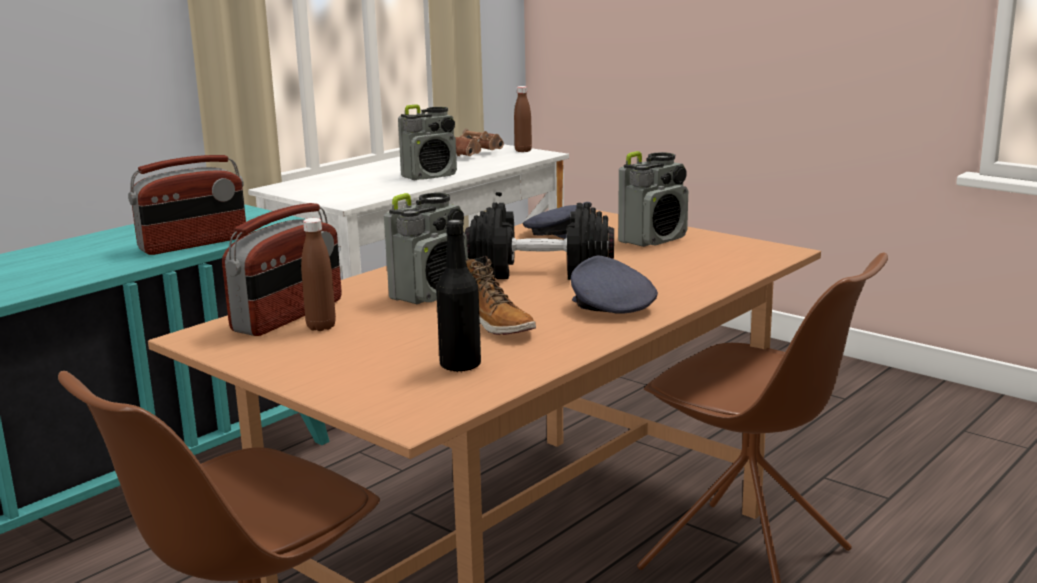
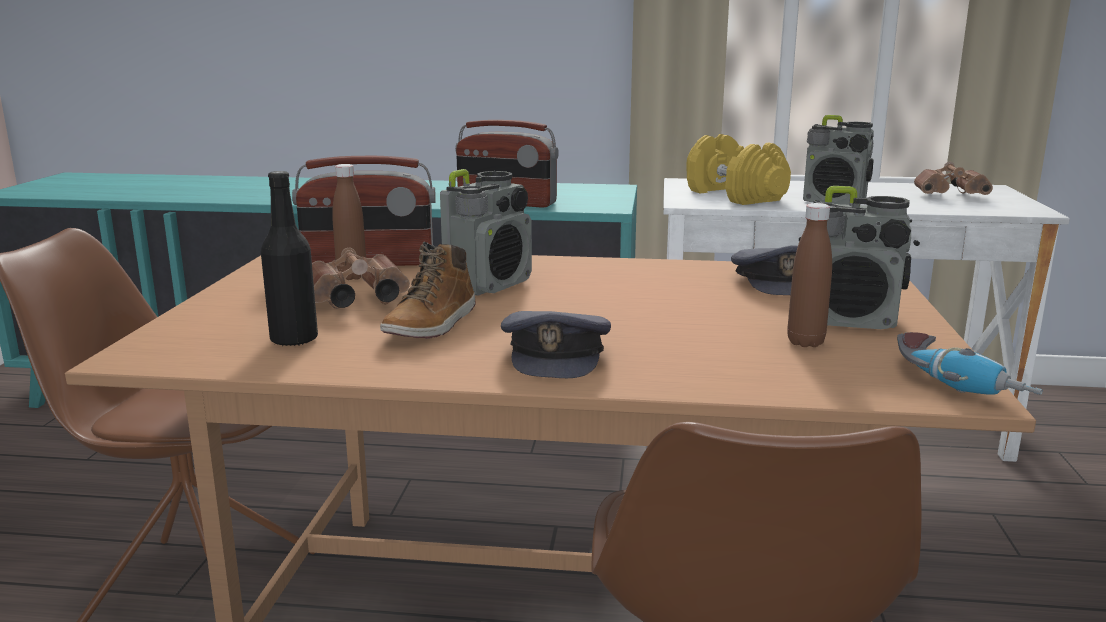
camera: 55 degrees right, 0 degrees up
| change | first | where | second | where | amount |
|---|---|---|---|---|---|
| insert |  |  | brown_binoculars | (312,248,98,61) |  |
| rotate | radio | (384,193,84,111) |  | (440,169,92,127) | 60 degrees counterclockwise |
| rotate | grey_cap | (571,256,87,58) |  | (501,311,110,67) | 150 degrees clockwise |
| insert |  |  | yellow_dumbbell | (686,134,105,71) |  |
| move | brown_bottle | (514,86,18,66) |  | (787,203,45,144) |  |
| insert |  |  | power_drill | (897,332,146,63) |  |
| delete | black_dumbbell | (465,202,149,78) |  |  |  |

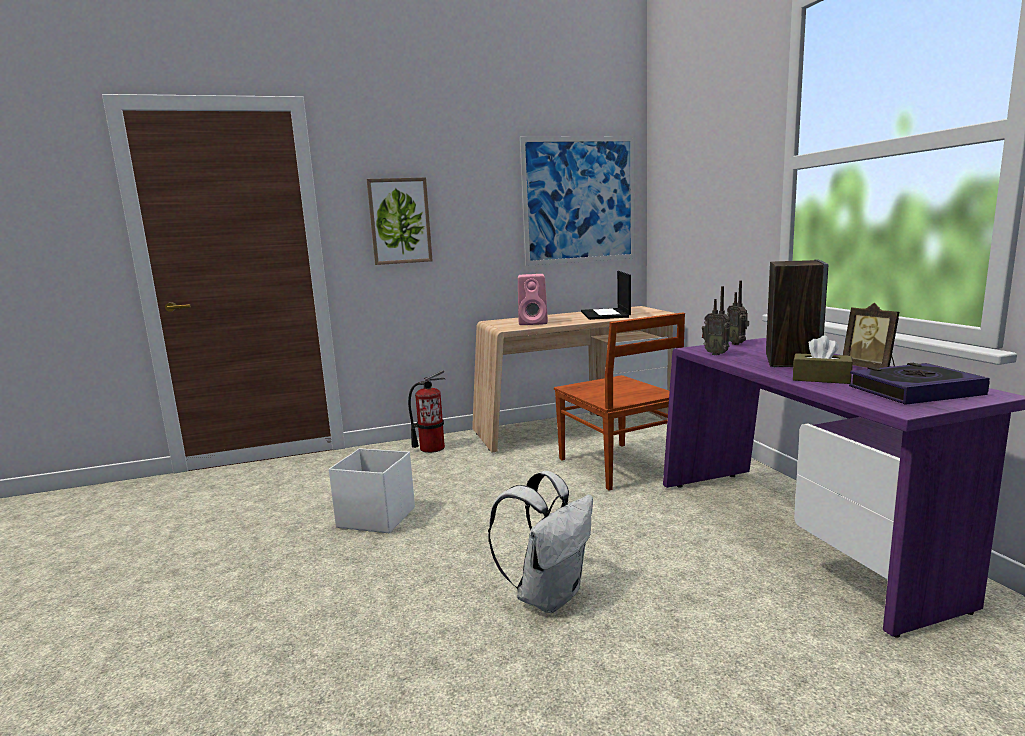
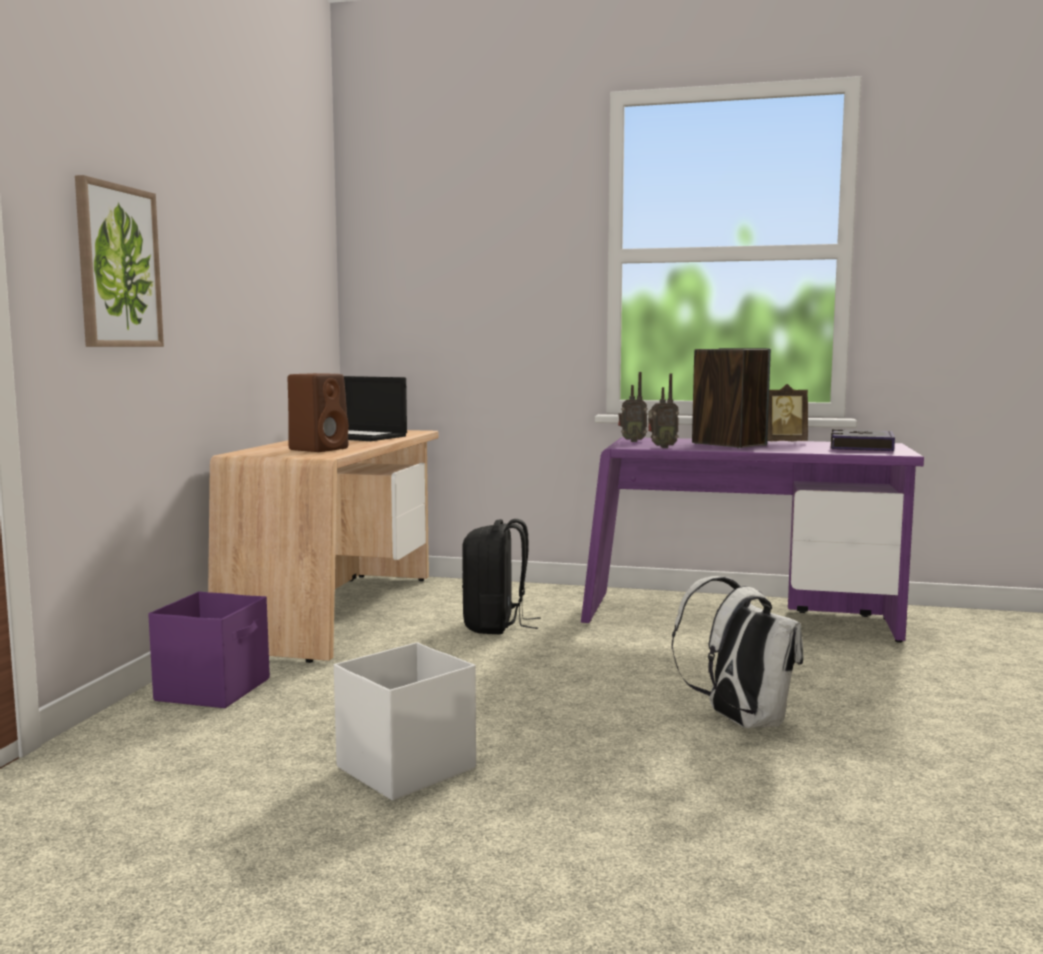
camera: 60 degrees left, 5 degrees down
| change | first | where | second | where | amount |
|---|---|---|---|---|---|
| replace | fire_extinguisher | (408,370,37,83) | purple_storage_box | (148,592,122,116) |  |
| recolor | pink_speaker | (518,274,30,51) | brown_speaker | (288,373,61,79) |  |
| replace | brown_chair | (554,312,131,179) | black_backpack | (462,519,79,115) |  |
| delete | picture | (520,136,115,130) |  |  |  |
| delete | brown_tissue_box | (793,336,59,48) |  |  |  |

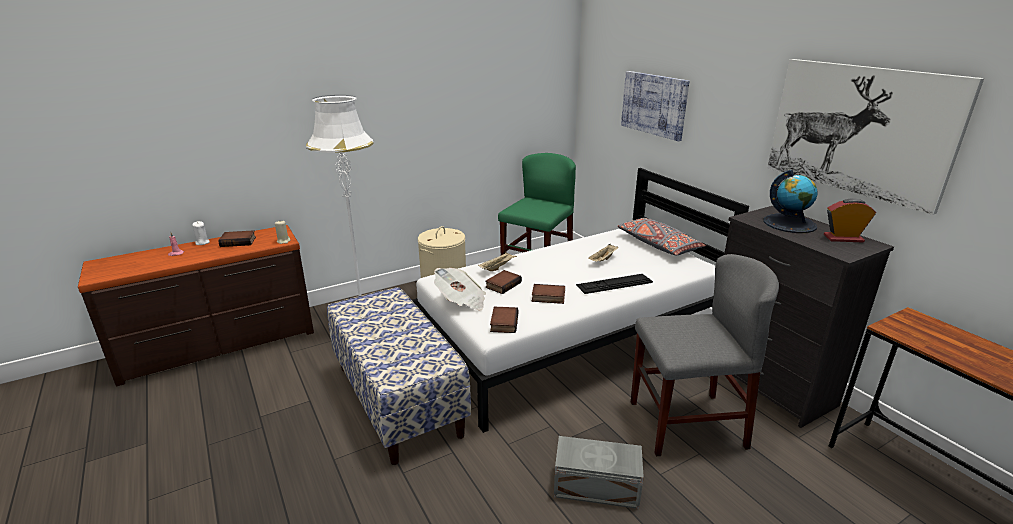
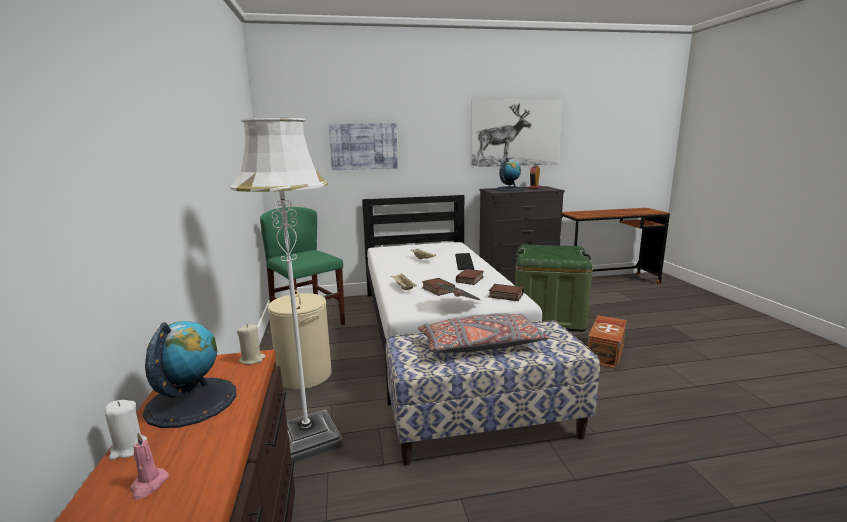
camera: 70 degrees left, 10 degrees down
| change | first | where | second | where | amount |
|---|---|---|---|---|---|
| replace | book | (218,230,38,17) | globe | (143,321,93,107) |  |
| move | grey_pillow | (617,218,89,37) |  | (418,313,131,40) |  |
| replace | grey_chair | (631,254,148,202) | green_storage_box | (515,244,78,88) |  |
| recolor | grey_storage_box | (554,436,90,73) | brown_storage_box | (587,315,40,54) |  |

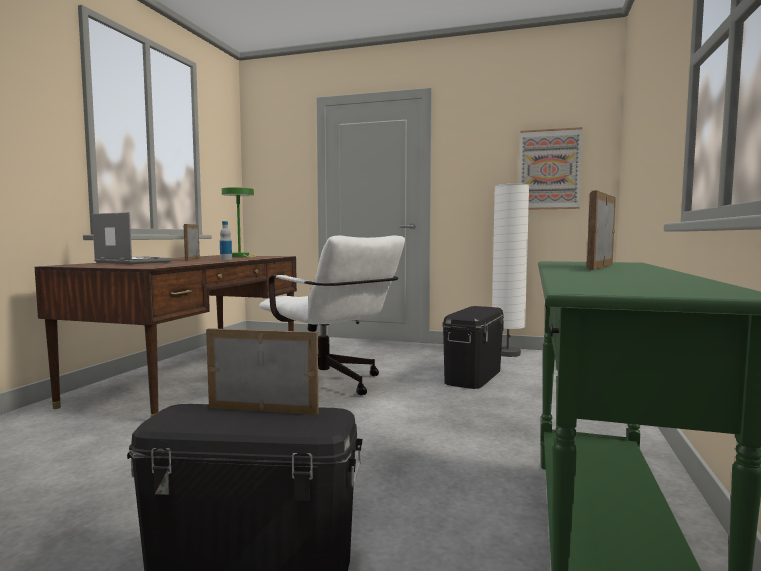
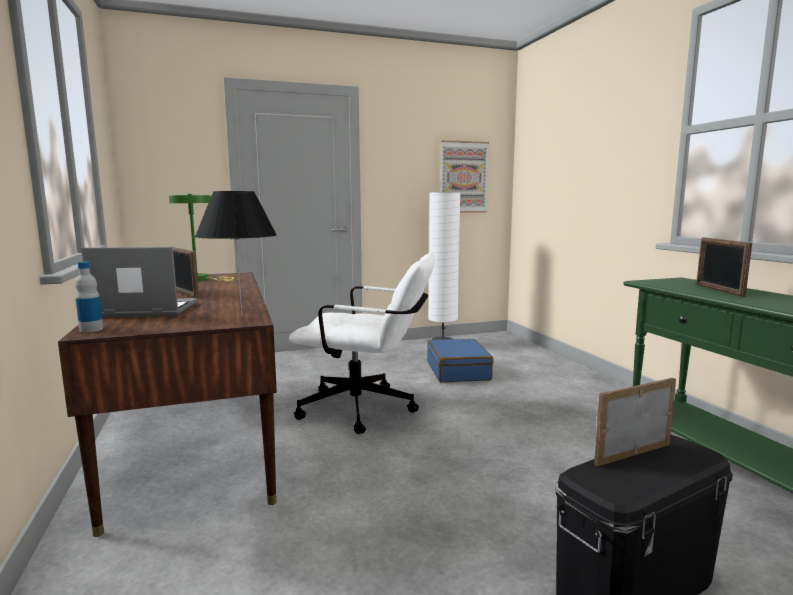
camera: 35 degrees left, 5 degrees up
| change | first | where | second | where | amount |
|---|---|---|---|---|---|
| move | bottle | (220,221,12,39) |  | (75,261,28,72) |  |
| insert |  |  | black_table_lamp | (195,191,82,125) |  |
| replace | black_storage_box | (442,306,62,83) | blue_suitcase | (427,339,67,43) |  |

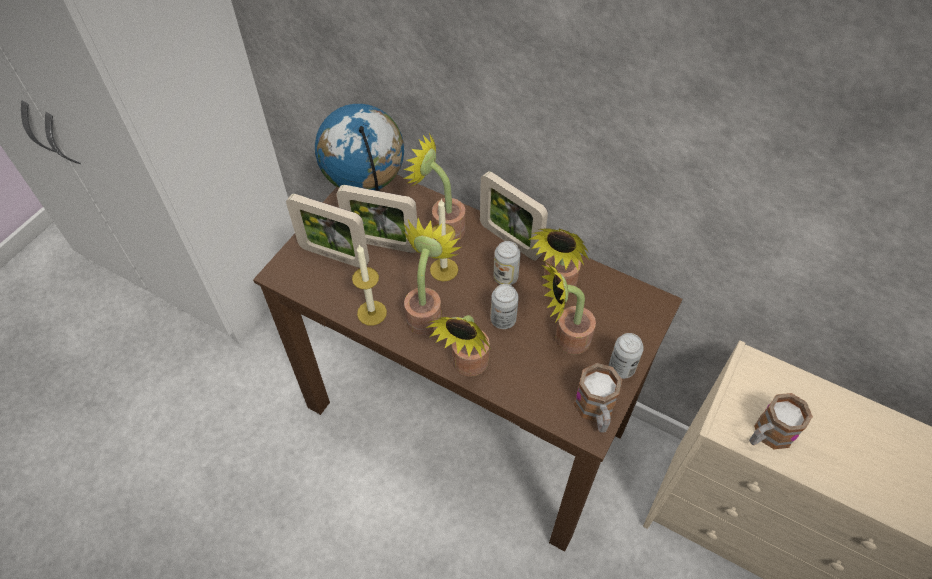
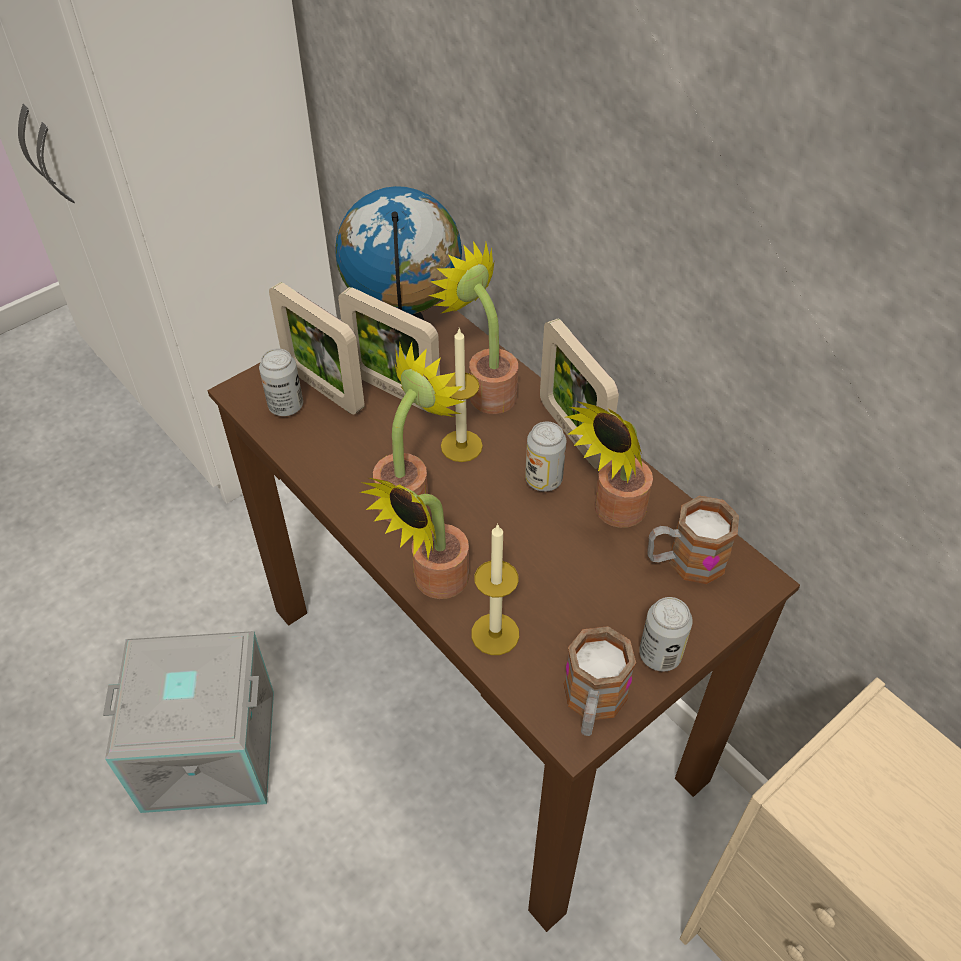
camera: 20 degrees right, 5 degrees down
| change | first | where | second | where | amount |
|---|---|---|---|---|---|
| insert |  |  | grey_storage_box | (103,631,171,182) |  |
| move | can | (491,284,28,45) |  | (259,349,44,67) |  |
| move | candle | (352,245,35,81) |  | (471,523,48,132) |  |
| move | mug | (749,393,64,56) |  | (647,496,92,88) |  |
| delete | potted_plant | (541,261,55,93) |  |  |  |

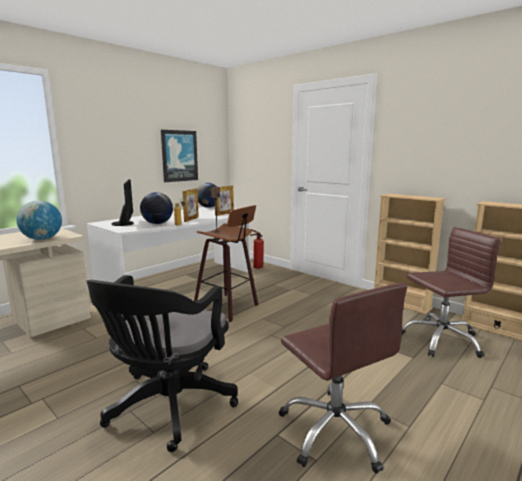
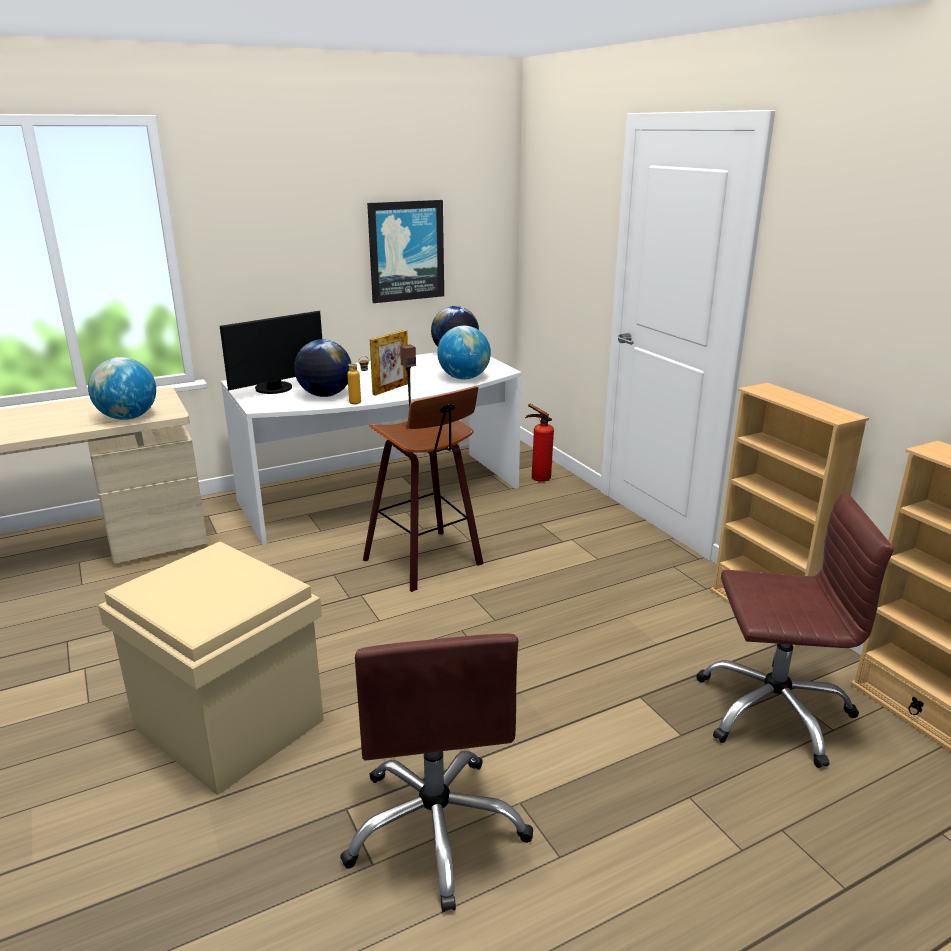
camera: 20 degrees right, 10 degrees up
| change | first | where | second | where | amount |
|---|---|---|---|---|---|
| replace | black_office_chair | (86,275,152,177) | beige_storage_box | (98,541,226,254) |  |
| rotate | monitor | (111,179,23,47) |  | (220,311,102,83) | 45 degrees clockwise |
| replace | picture_frame | (215,186,19,30) | globe | (437,326,54,54) |  |

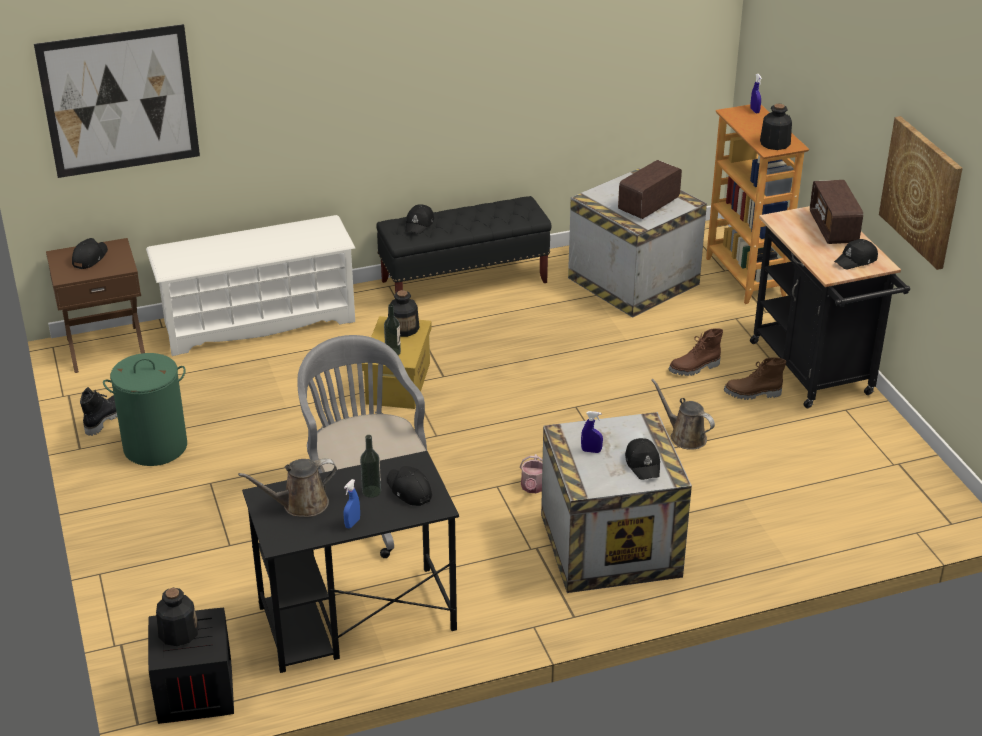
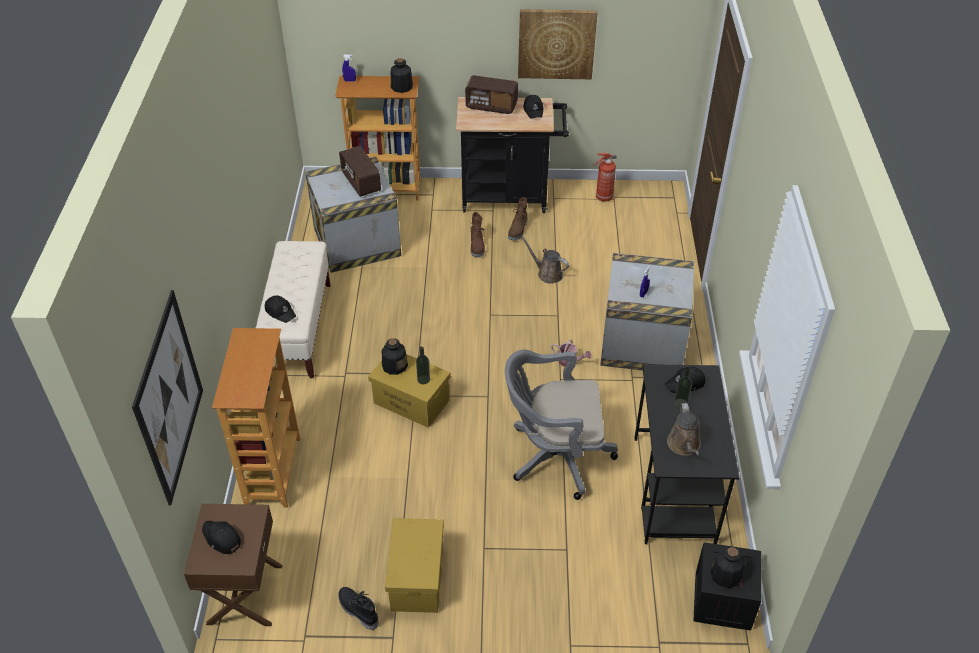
camera: 70 degrees left, 10 degrees up
| change | first | where | second | where | amount |
|---|---|---|---|---|---|
| replace | white_shoe_rack | (146,215,209,141) | bookcase | (212,328,88,180) |  |
| recolor | black_bench | (376,196,176,97) | beige_bench | (256,241,74,137) |  |
| replace | green_laundry_basket | (103,353,84,113) | yellow_storage_box | (385,518,59,95) |  |
| rotate | brown_watering_can | (651,379,64,71) |  | (521,237,48,47) | 60 degrees clockwise |
| insert |  |  | fire_extinguisher | (593,153,24,49) |  |
| delete | blue_spray_bottle | (344,479,16,49) |  |  |  |
| delete | black_cap | (625,438,35,42) |  |  |  |

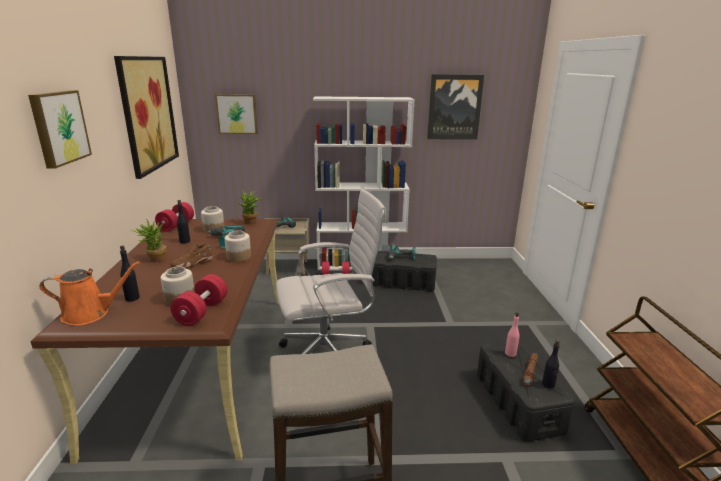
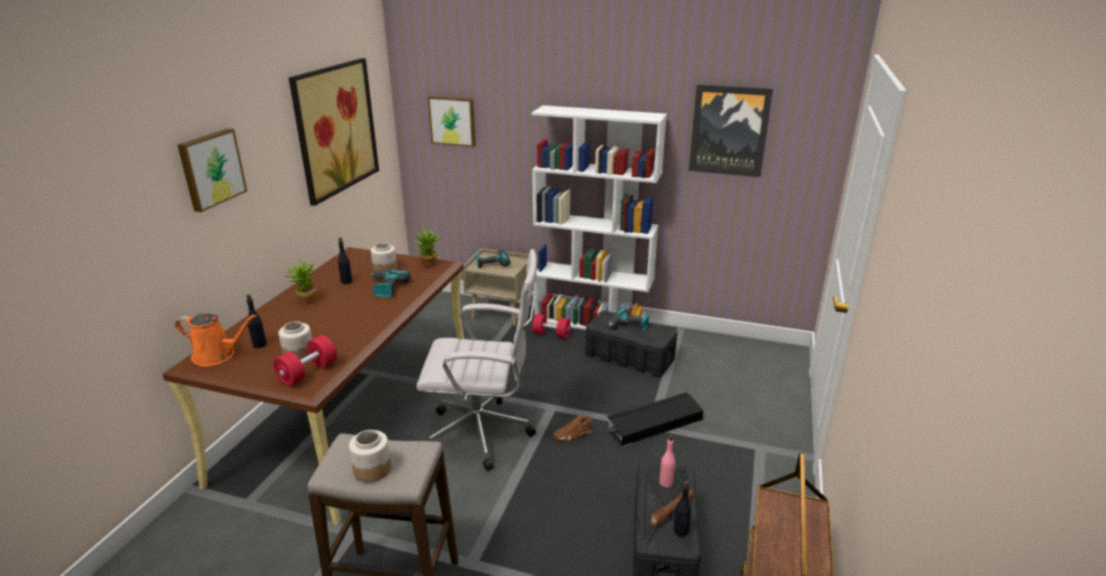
camera: 20 degrees right, 5 degrees up
| change | first | where | second | where | amount |
|---|---|---|---|---|---|
| move | jar | (225,230,26,32) |  | (349,430,42,52) |  |
| move | brown_shoe | (171,242,41,26) |  | (553,415,39,26) |  |
| insert |  |  | black_storage_box | (607,393,96,53) |  |
| delete | red_dumbbell | (155,202,39,30) |  |  |  |

